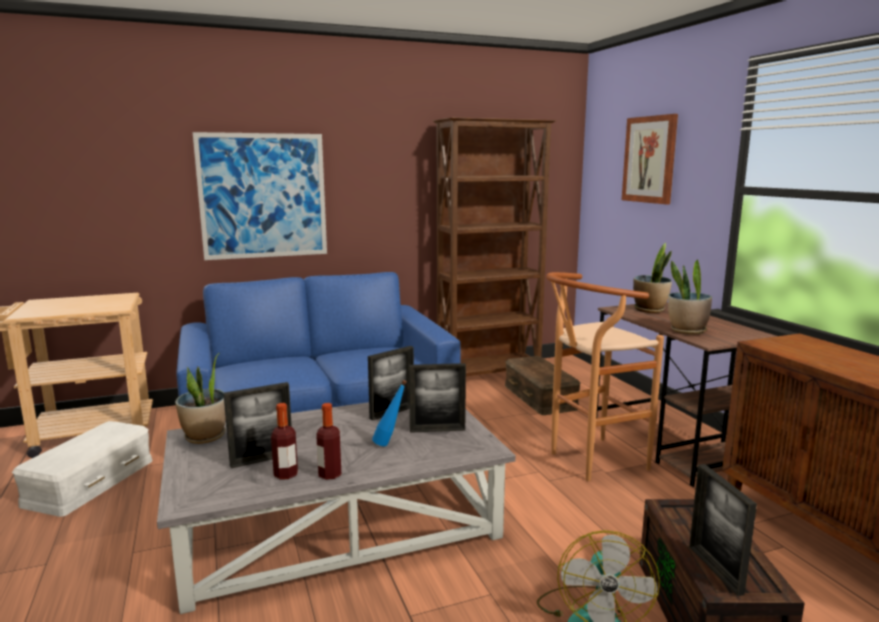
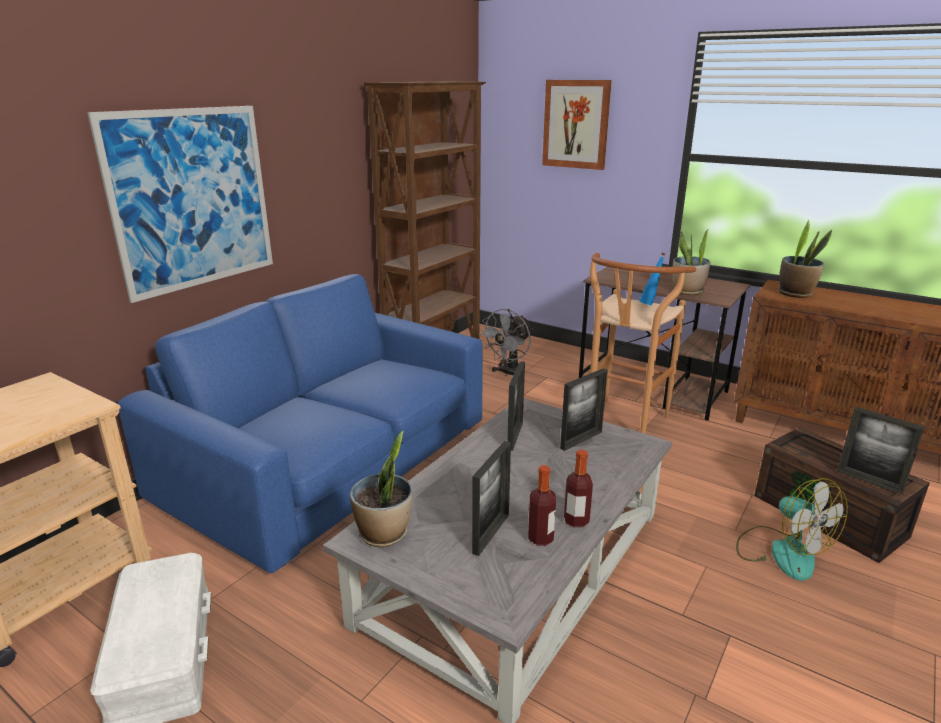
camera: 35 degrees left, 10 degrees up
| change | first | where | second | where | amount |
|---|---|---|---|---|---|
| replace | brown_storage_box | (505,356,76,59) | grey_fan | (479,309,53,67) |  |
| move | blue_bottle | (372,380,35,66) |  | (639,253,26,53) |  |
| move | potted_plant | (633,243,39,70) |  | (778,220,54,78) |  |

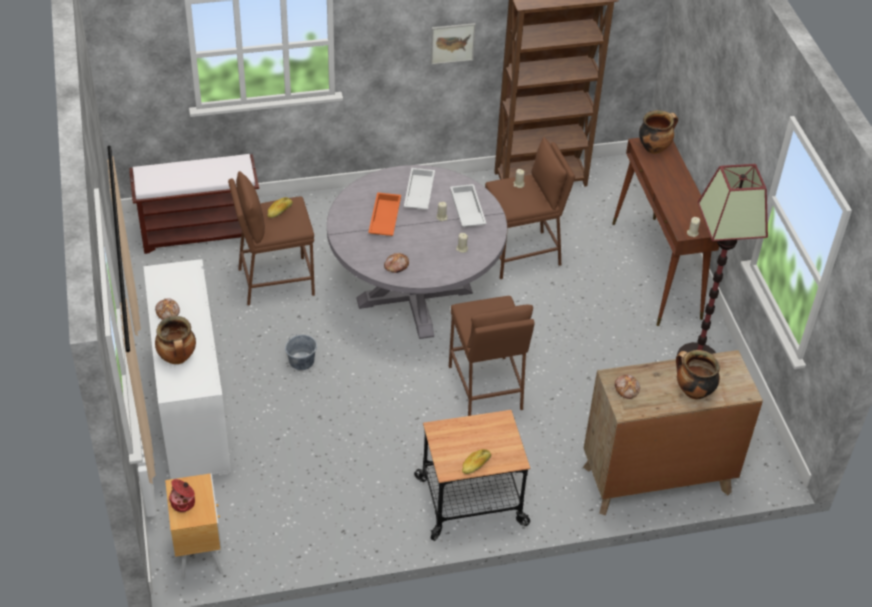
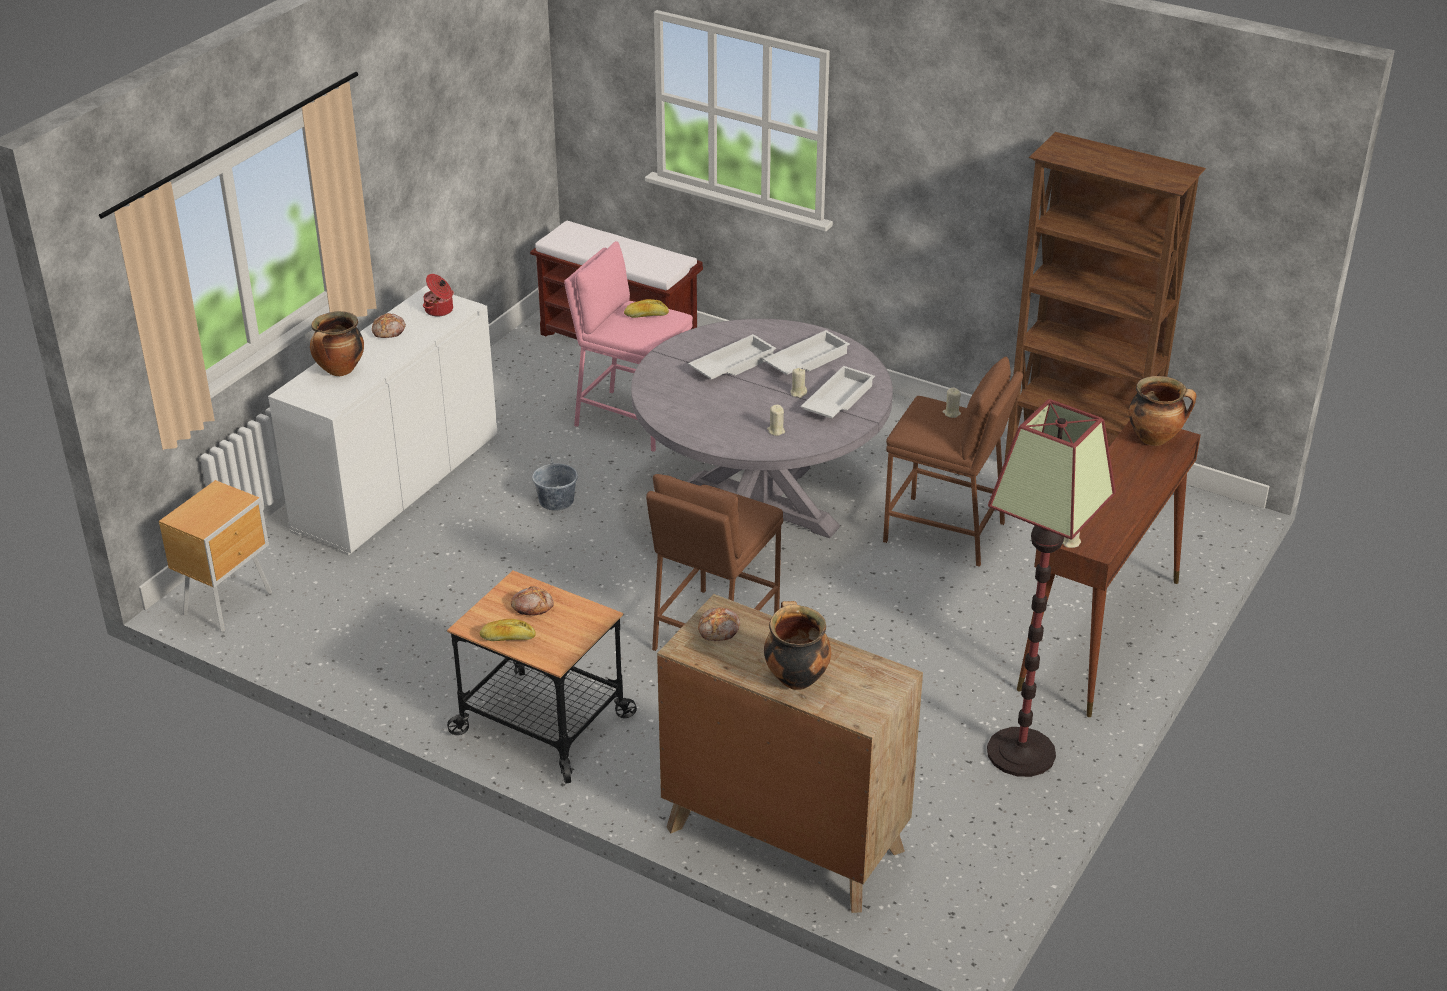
camera: 45 degrees right, 10 degrees down
| change | first | where | second | where | amount |
|---|---|---|---|---|---|
| move | cooking_pot | (169,479,26,33) |  | (423,274,31,42) |  |
| move | bread | (384,253,25,20) |  | (511,586,43,30) |  |
| recolor | brown_stool | (228,171,87,135) | pink_stool | (564,241,129,211) |  |
| recolor | orange_tray | (368,192,33,44) | white_tray | (688,334,88,46) |  |
| delete | picture | (431,23,45,42) |  |  |  |

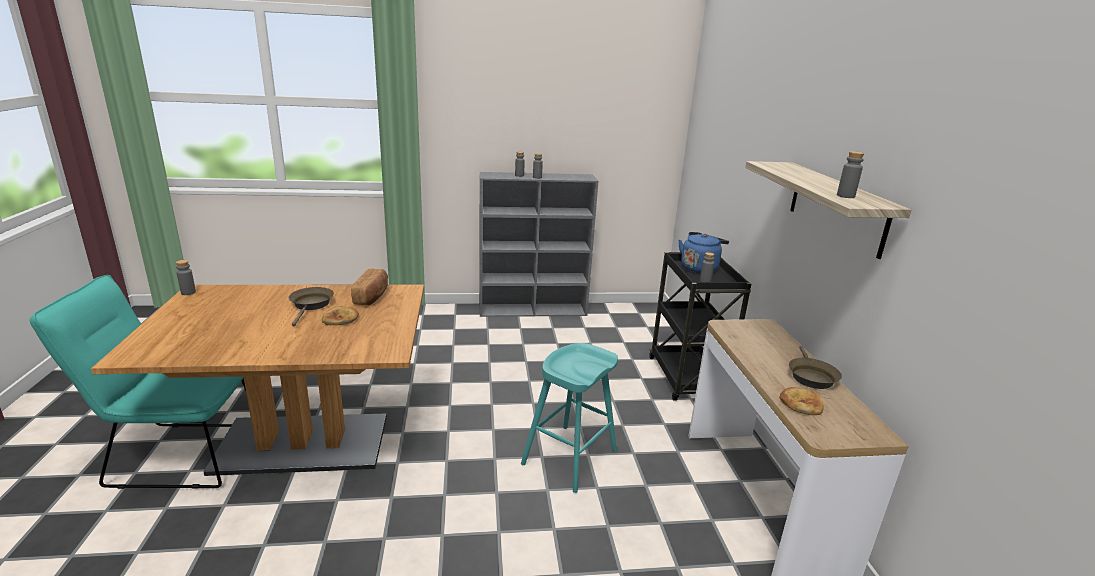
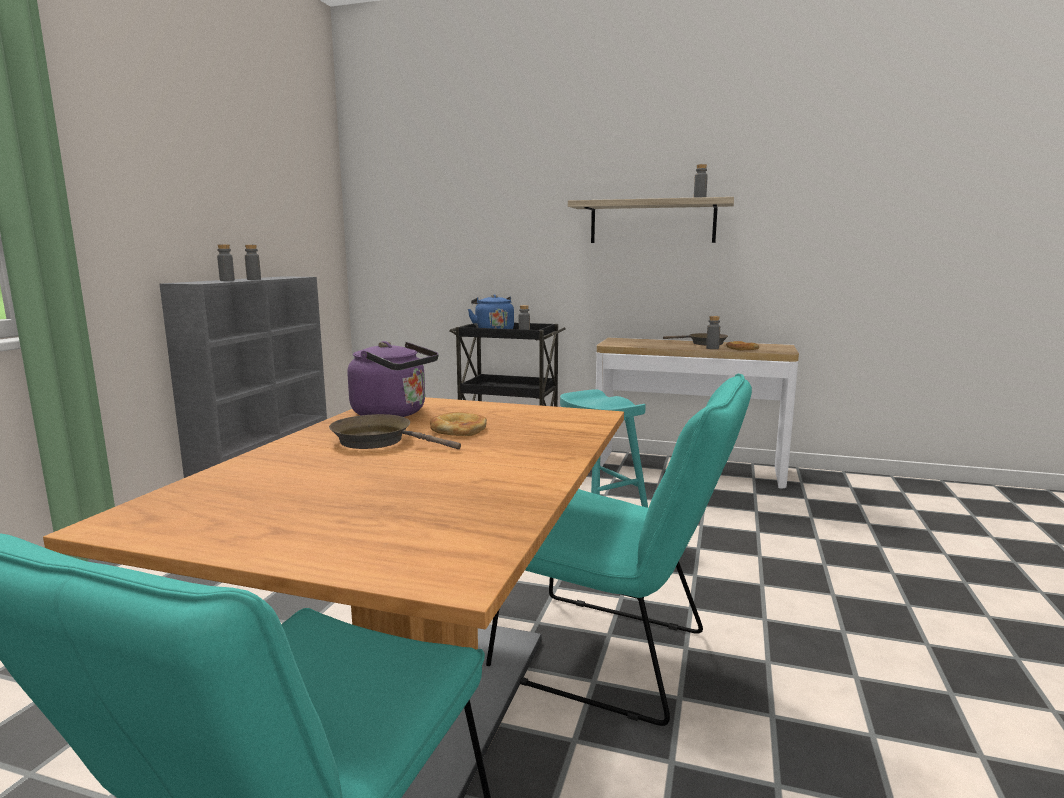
camera: 65 degrees left, 10 degrees down
| change | first | where | second | where | amount |
|---|---|---|---|---|---|
| replace | bread | (351,269,37,36) | purple_kettle | (348,341,90,76) |  |
| insert |  |  | turquoise_chair | (486,374,266,352) |  |
| move | grey_bottle | (176,260,20,35) |  | (706,316,14,33) |  |

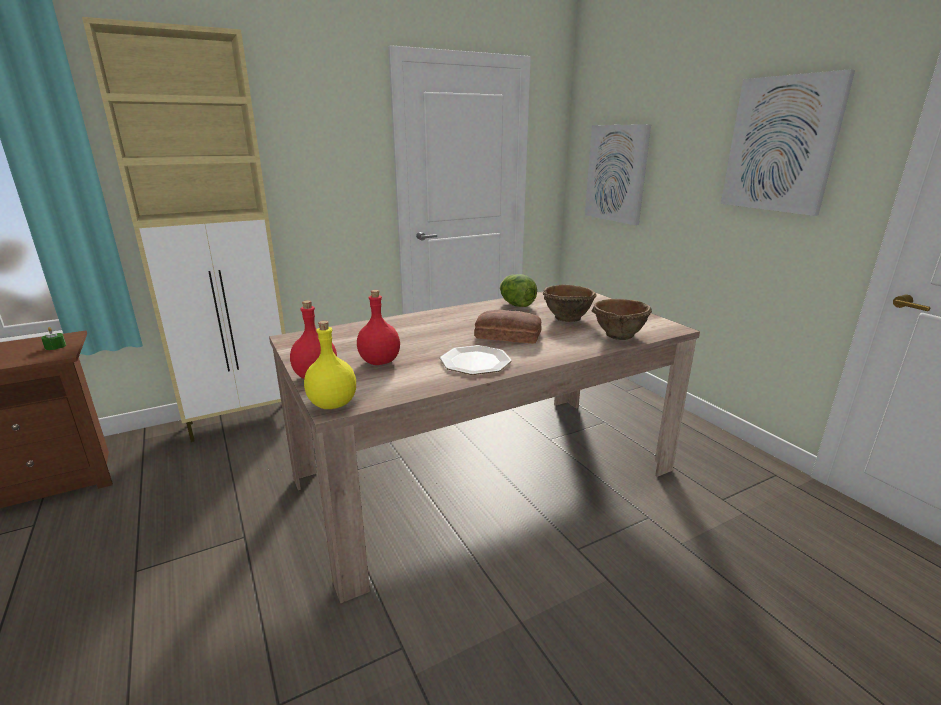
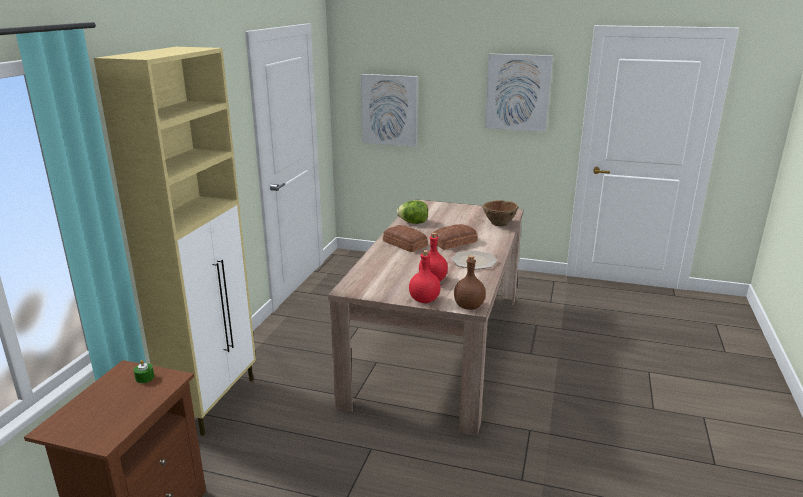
camera: 45 degrees left, 0 degrees up
| change | first | where | second | where | amount |
|---|---|---|---|---|---|
| insert |  |  | bread | (383,225,45,27) |  |
| recolor | yellow_bottle | (304,321,52,88) | brown_bottle | (454,255,32,55) |  |
| delete | brown_bowl | (543,285,53,37) |  |  |  |

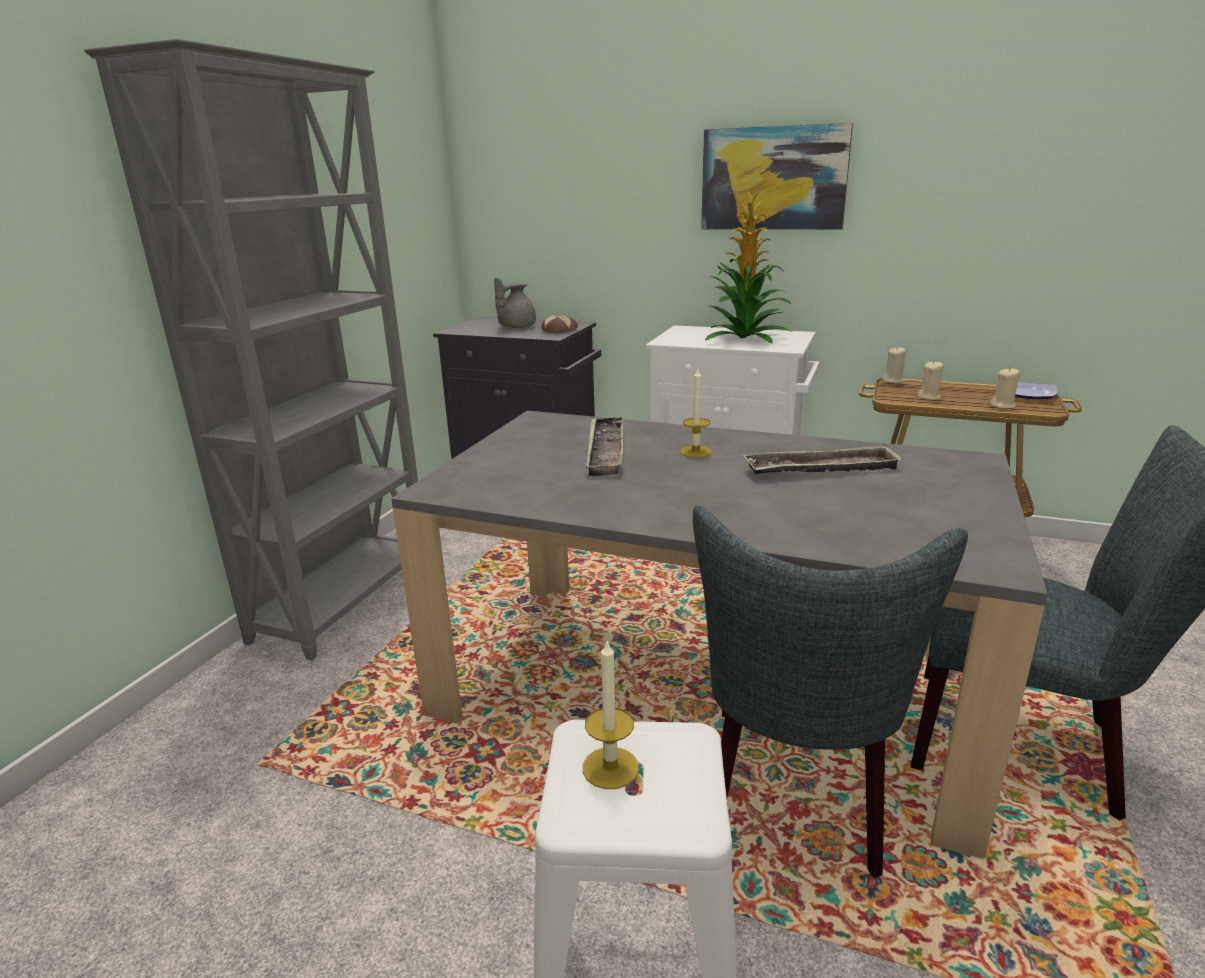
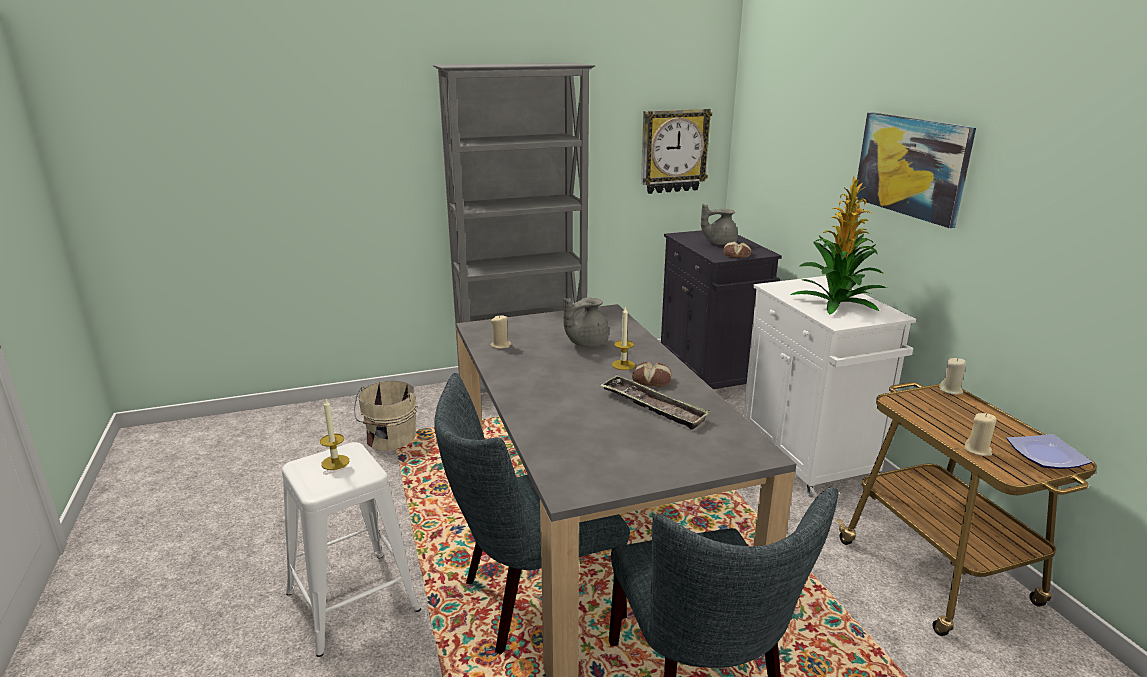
camera: 50 degrees right, 0 degrees up
| change | first | where | second | where | amount |
|---|---|---|---|---|---|
| insert |  |  | beige_bucket | (354,381,63,70) |  |
| move | beige_candle | (917,362,26,38) |  | (490,315,22,34) |  |
| replace | tray | (586,416,37,60) | grey_teapot | (564,297,45,50) |  |
| insert |  |  | bread | (632,362,39,25) |  |
| insert |  |  | wall_clock | (641,109,71,85) |  |

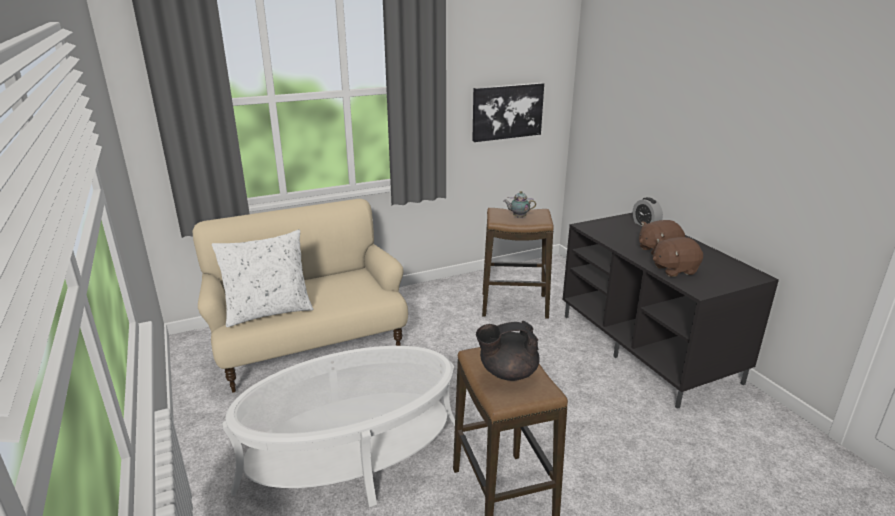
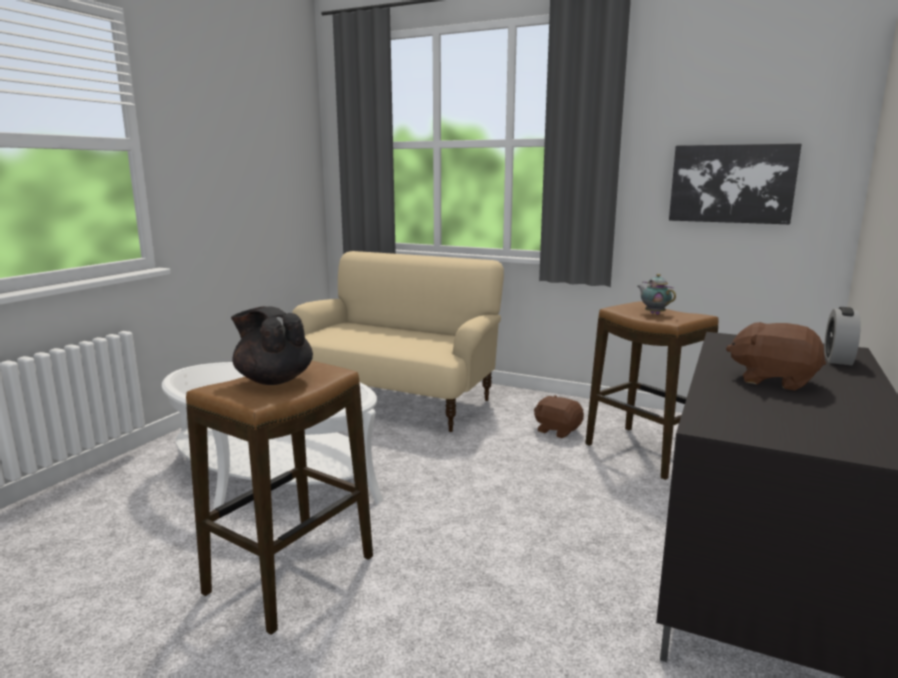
camera: 50 degrees right, 10 degrees down
| change | first | where | second | where | amount |
|---|---|---|---|---|---|
| move | brown_plush_toy | (653,237,50,40) |  | (534,395,50,43) |  |
| delete | white_pillow | (212,229,102,98) |  |  |  |

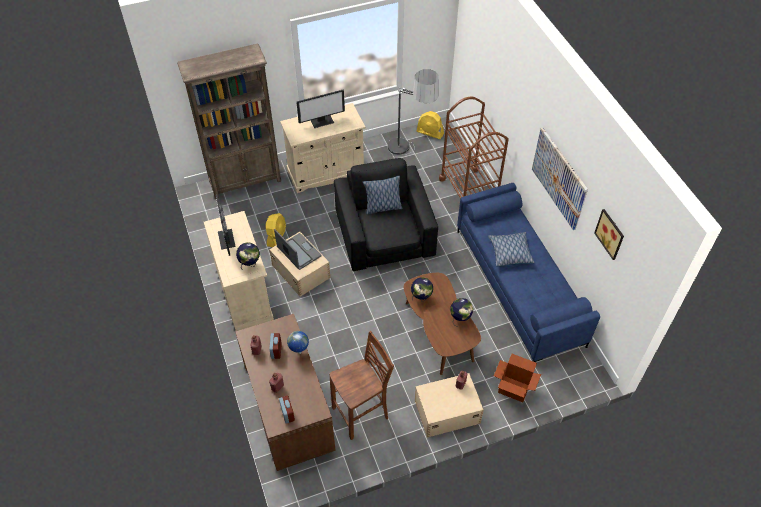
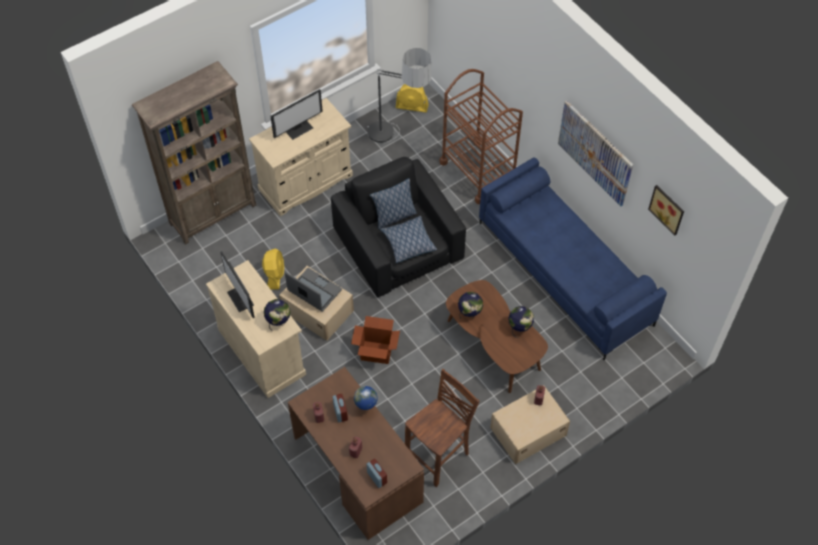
camera: 15 degrees left, 5 degrees up
| change | first | where | second | where | amount |
|---|---|---|---|---|---|
| move | cardboard_box | (494,354,47,48) |  | (351,316,49,48) |  |
| move | pillow | (488,232,47,35) |  | (380,216,57,47) |  |

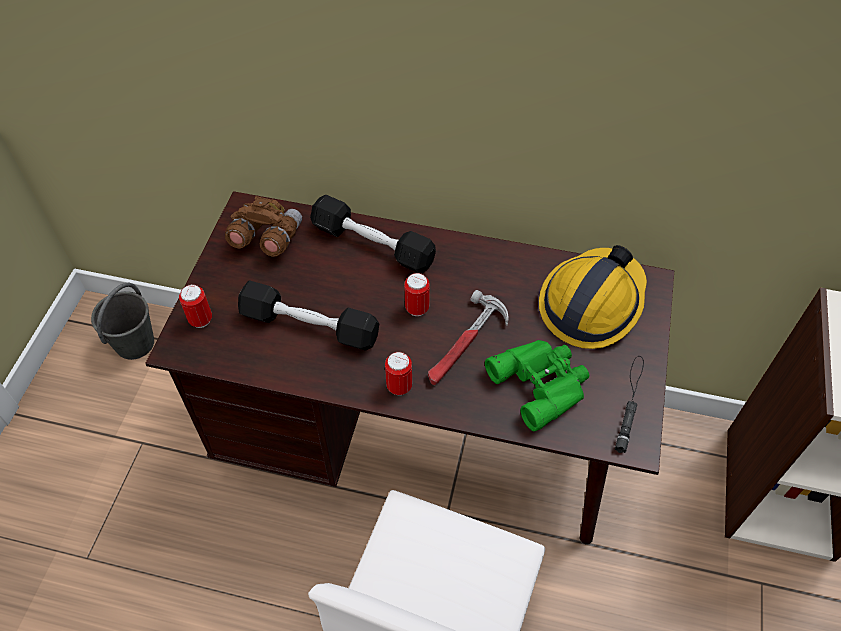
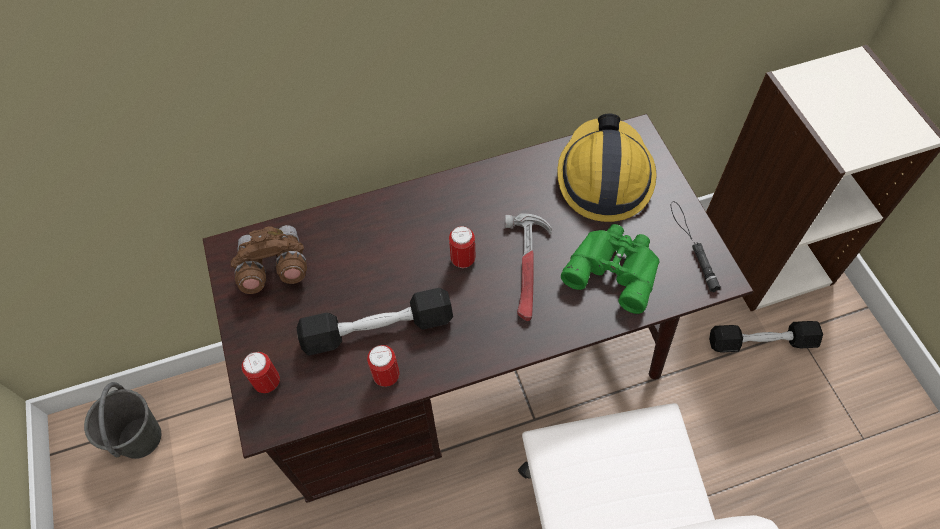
camera: 30 degrees left, 5 degrees up
| change | first | where | second | where | amount |
|---|---|---|---|---|---|
| move | can | (385,352,27,43) |  | (367,345,33,42) |  |
| move | black_dumbbell | (310,195,126,79) |  | (709,321,114,32) |  |

